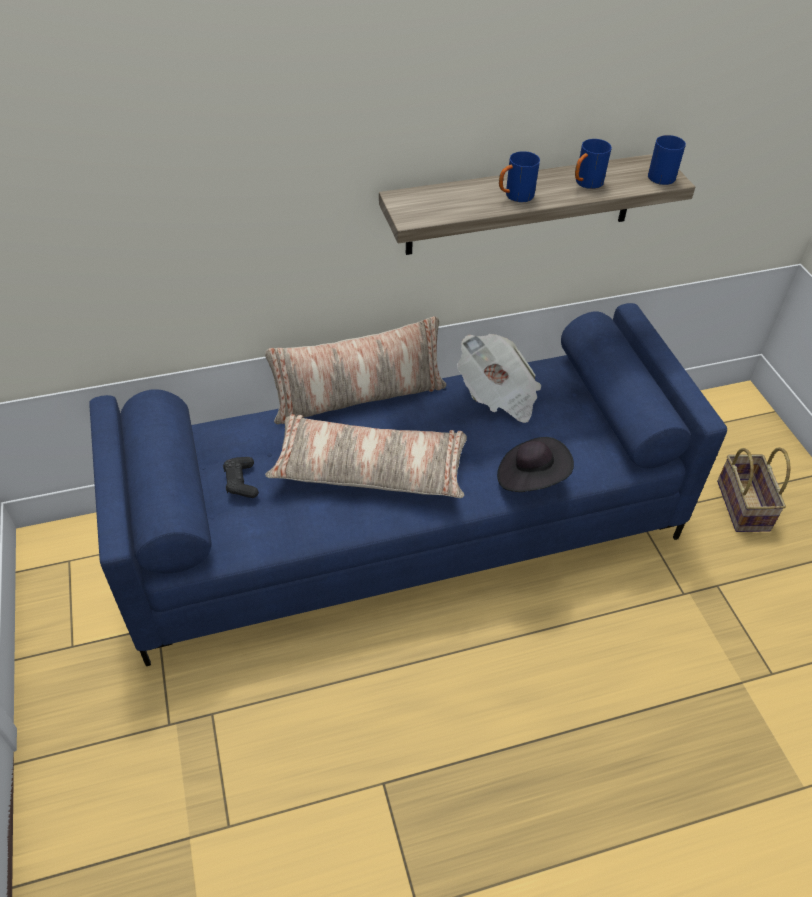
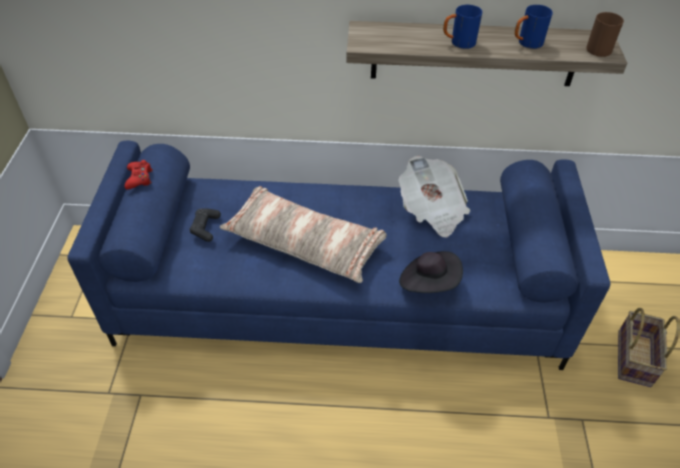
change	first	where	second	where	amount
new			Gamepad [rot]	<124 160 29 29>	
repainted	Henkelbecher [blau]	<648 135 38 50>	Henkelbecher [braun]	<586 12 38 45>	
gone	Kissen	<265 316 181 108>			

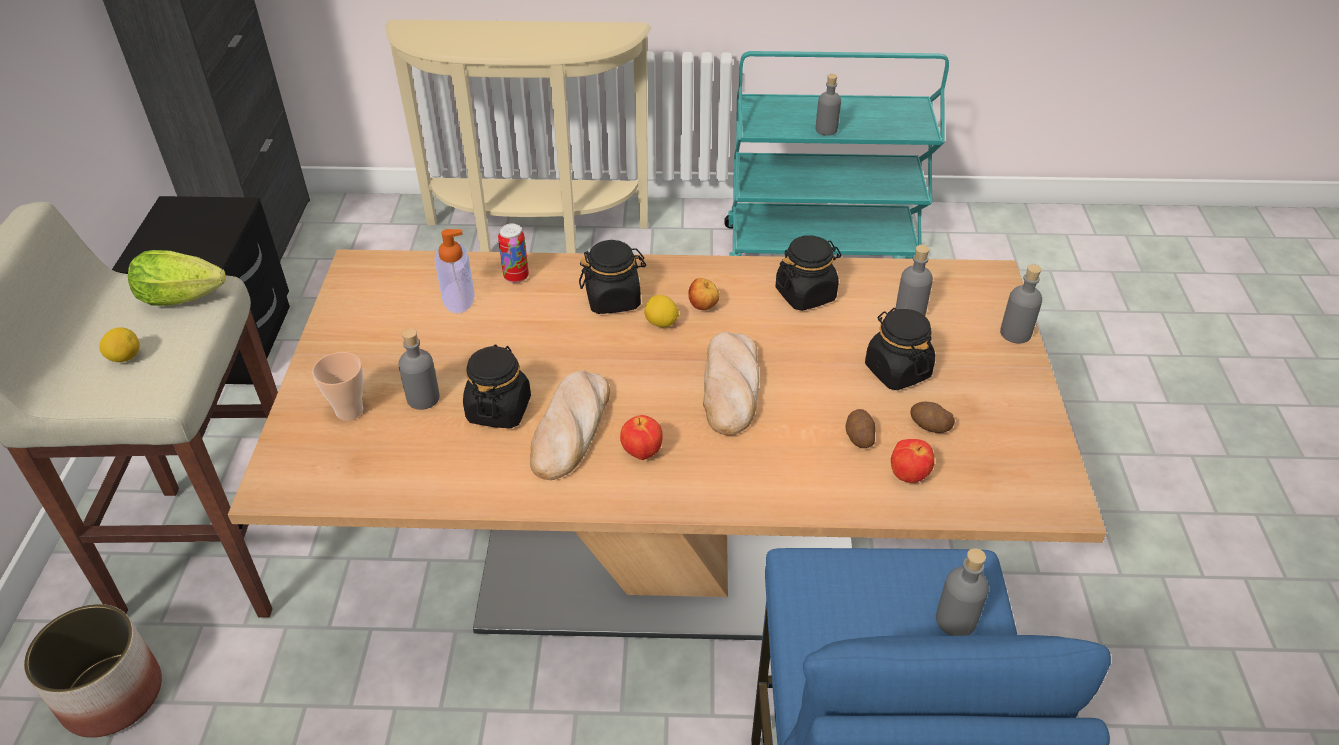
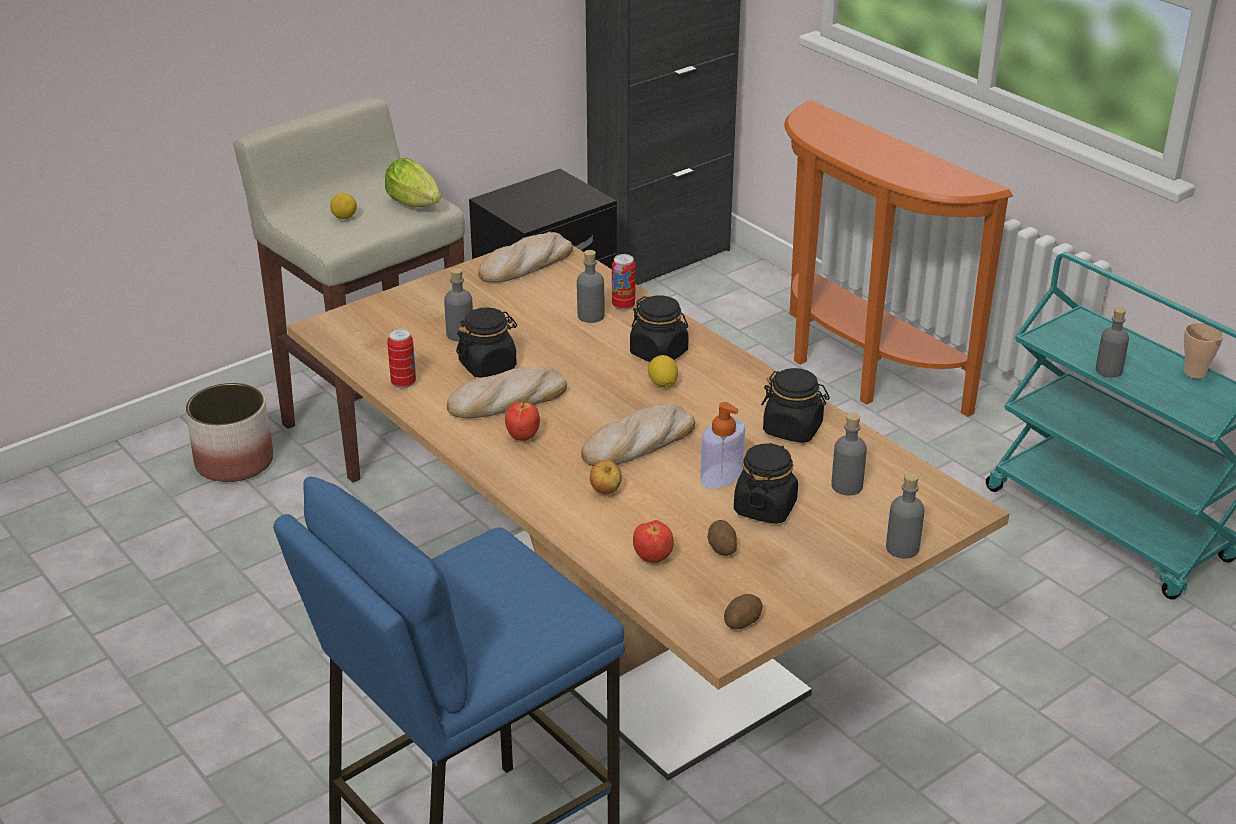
change	first	where	second	where	amount
new			Dose	<387 328 29 60>	
new			Brot	<478 232 95 51>	
shifted	Flasche [grau]	<936 548 53 88>		<577 250 28 73>	
shifted	Apfel	<688 278 32 32>		<590 460 32 34>	
shifted	Seifenspender	<435 229 40 84>		<700 402 45 87>	
shifted	Kartoffel	<845 409 31 39>		<724 594 38 35>	
repainted	Konsolentisch [beige]	<386 20 265 233>	Konsolentisch [orange]	<784 100 229 317>	
shifted	Tasse	<312 352 51 69>		<1184 323 40 55>	

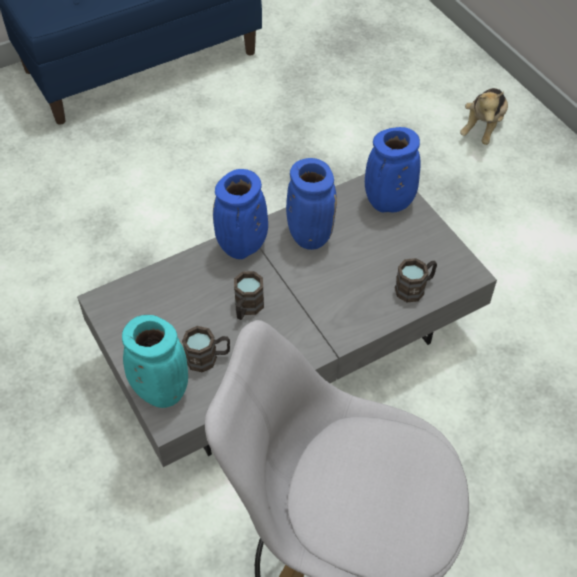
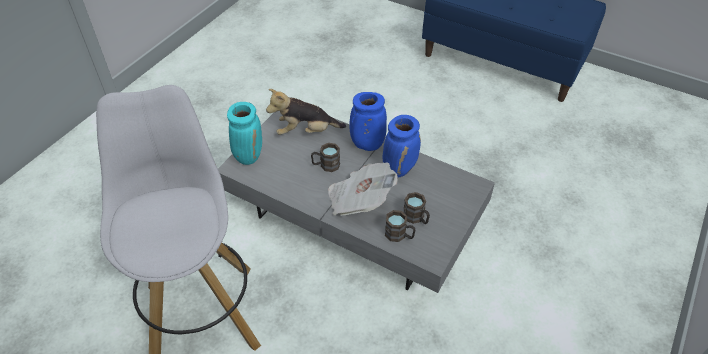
change	first	where	second	where	amount
shifted	Plüschtier	<460 88 48 57>		<266 89 80 46>	
new			Zeitung	<328 162 70 53>	
shifted	Henkelbecher [braun]	<182 326 48 47>		<404 192 26 32>	
gone	Vase [blau]	<365 127 55 86>			

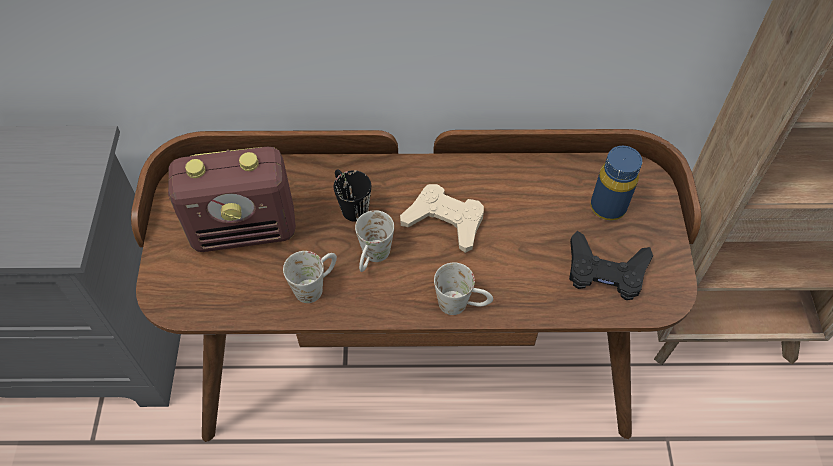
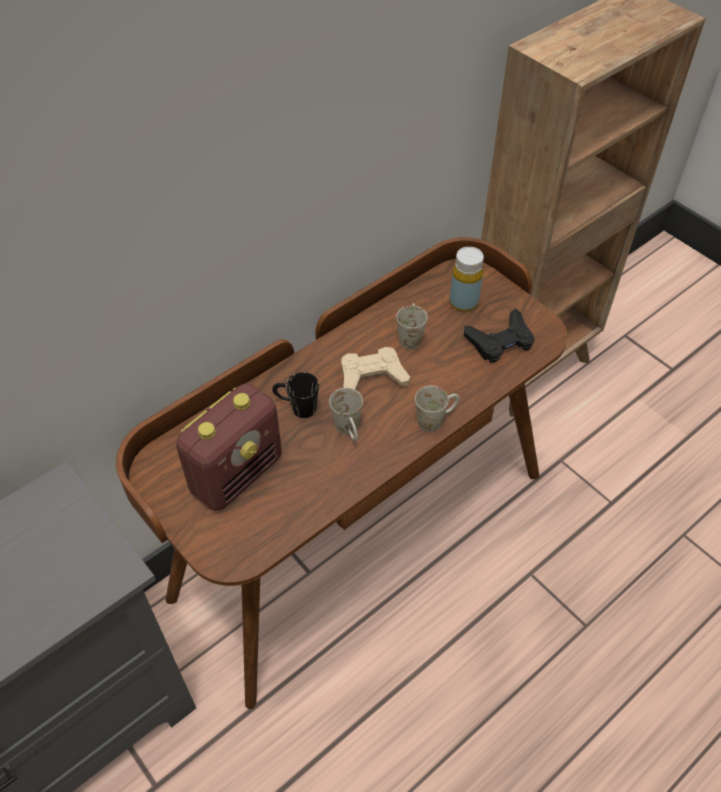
change	first	where	second	where	amount
shifted	Henkelbecher [weiß]	<283 251 54 52>		<396 303 32 46>	
repainted	Flasche [blau]	<591 146 51 75>	Flasche [gelb]	<449 247 35 65>	

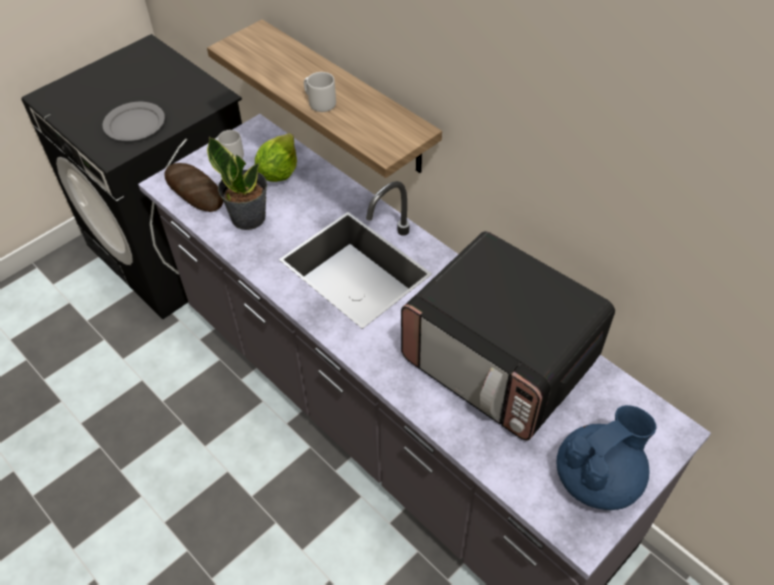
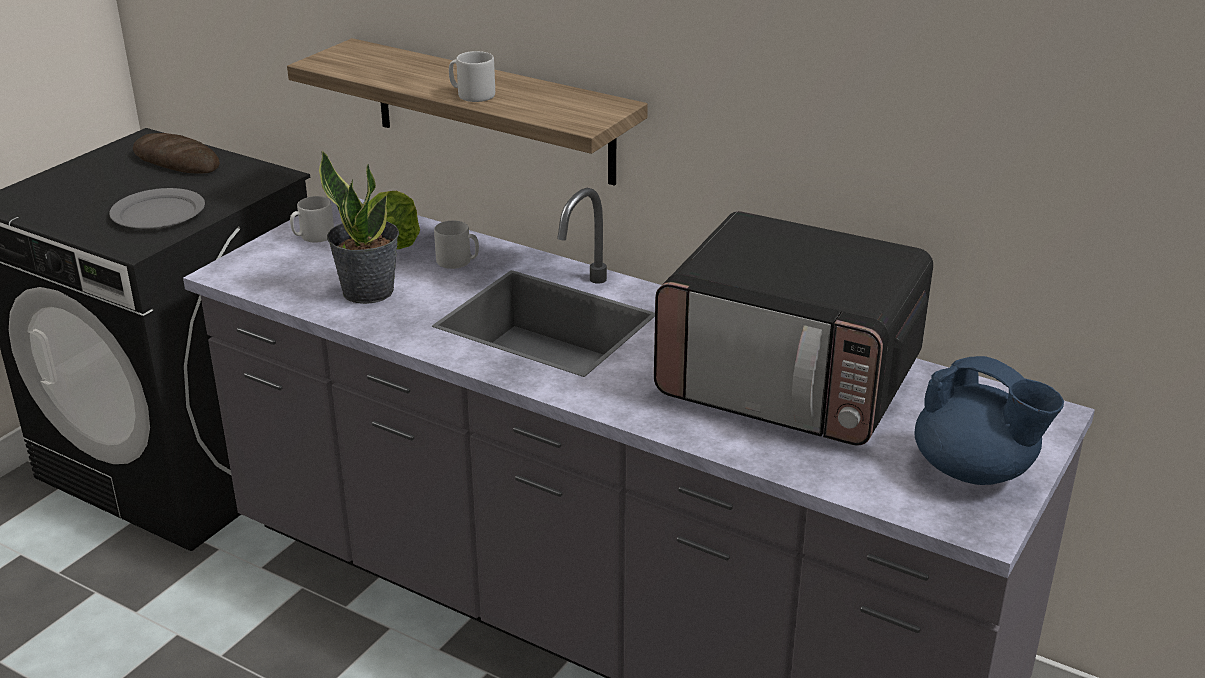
change	first	where	second	where	amount
shifted	Brot	<164 163 59 49>		<133 133 87 41>	
new			Henkelbecher [grau]	<434 221 45 48>	
rotated	Teekanne [blau]	<557 405 100 105>		<915 356 149 129>	90 degrees clockwise

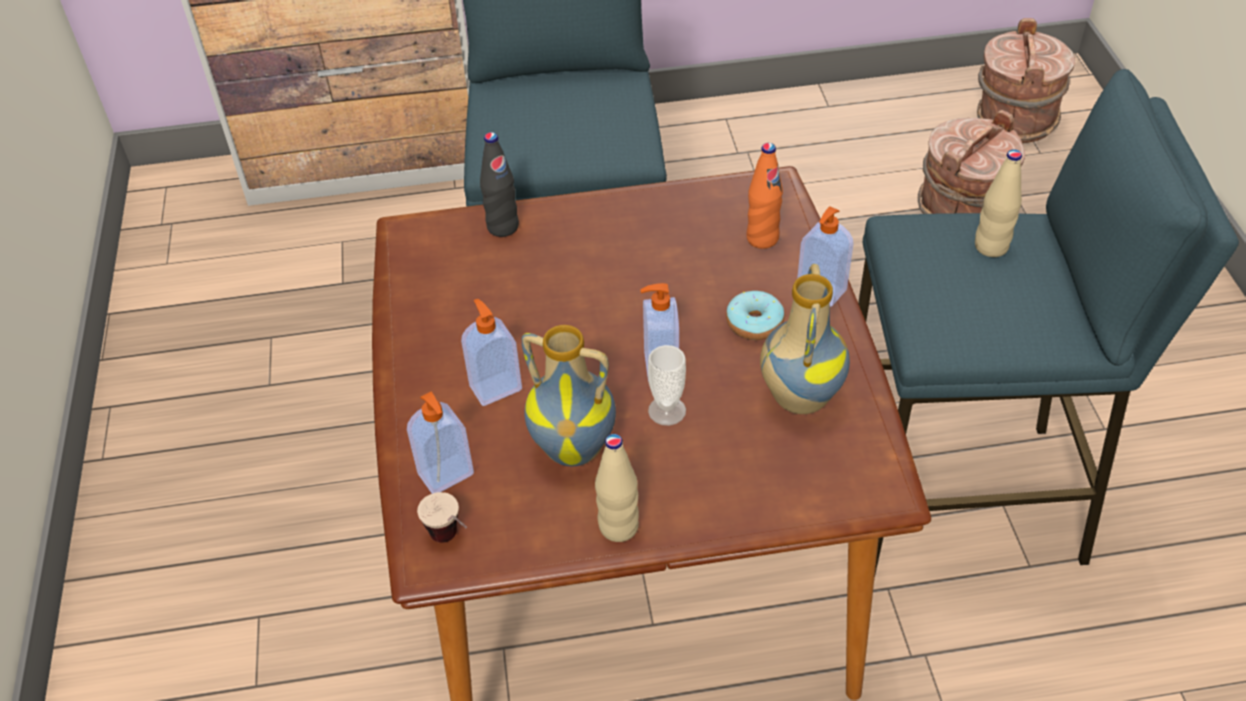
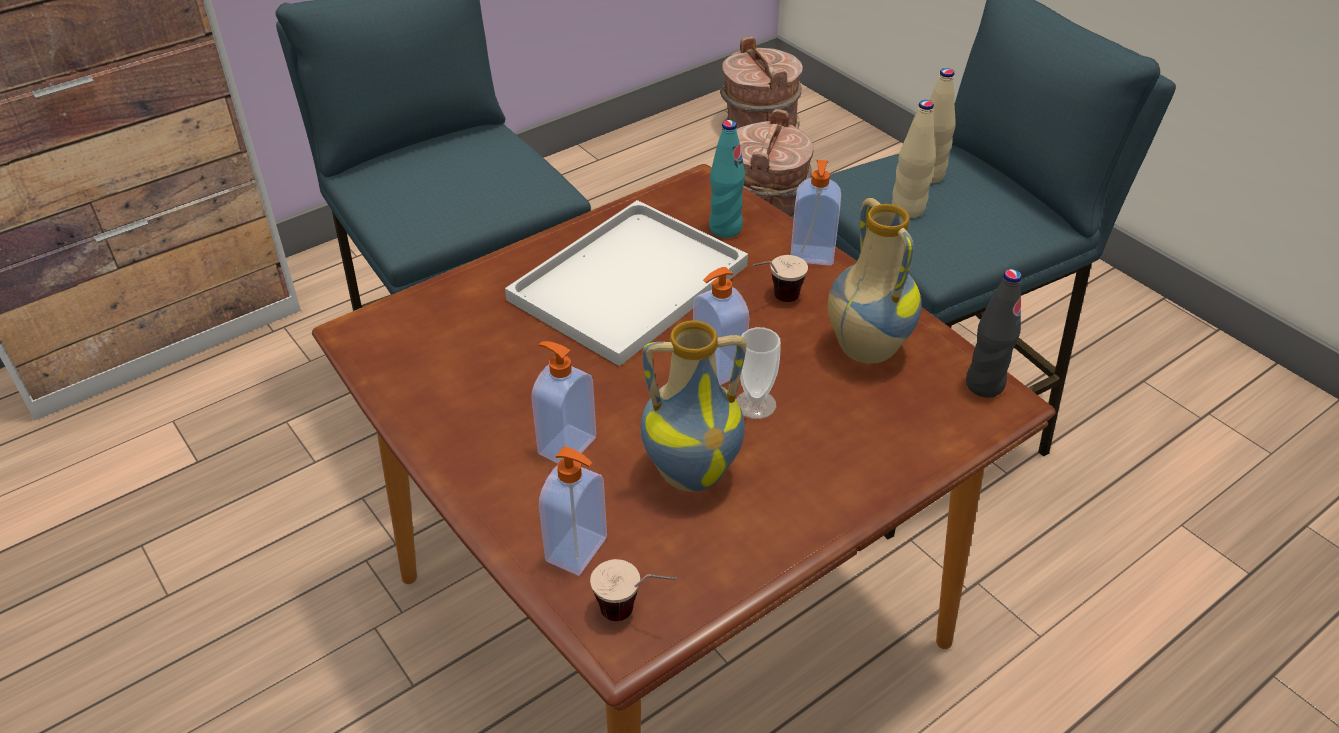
change	first	where	second	where	amount
new			Tablett [weiß]	<505 200 243 166>	
repainted	Flasche [orange]	<747 143 36 106>	Flasche [türkis]	<709 120 36 118>	
swapped	Donut	<726 291 58 49>	Tasse	<752 255 56 47>	
shifted	Flasche [beige]	<595 434 44 108>		<892 100 44 118>	
shifted	Flasche [schwarz]	<480 132 39 105>		<966 269 56 128>	

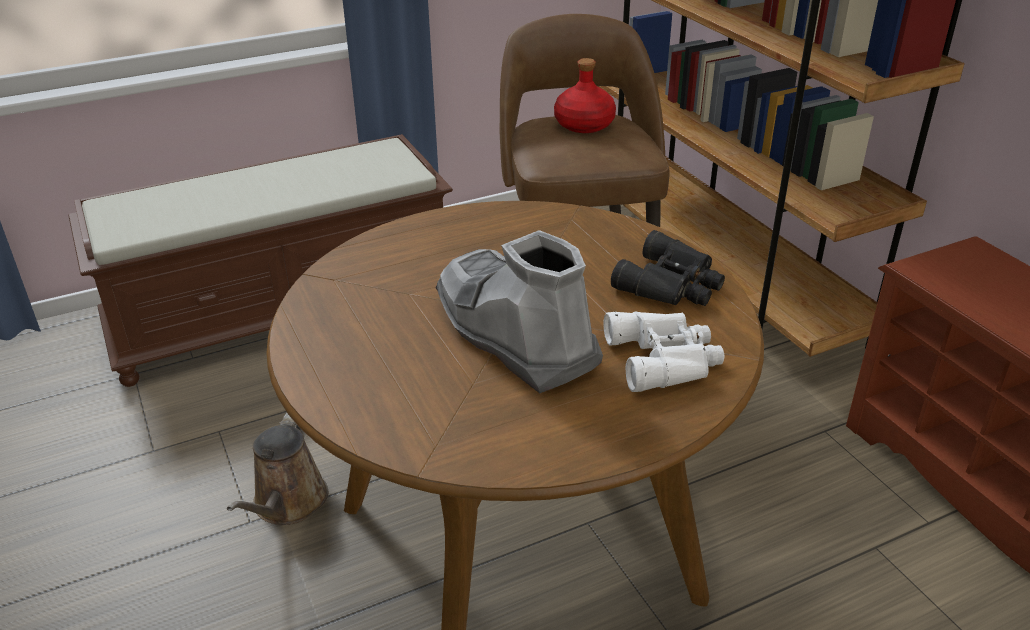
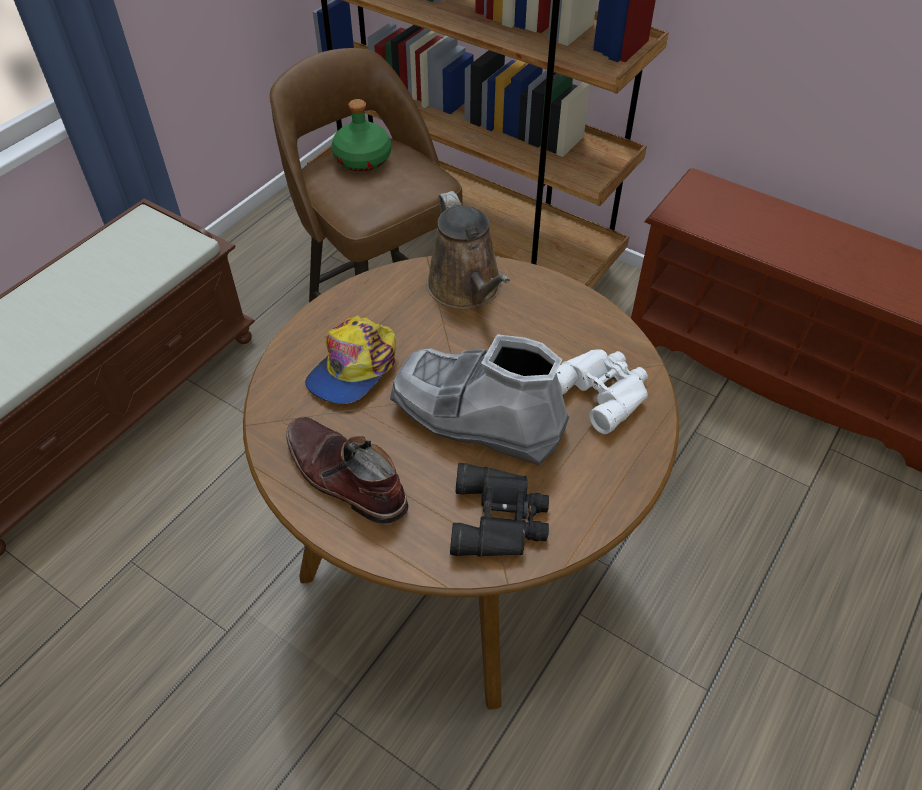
change	first	where	second	where	amount
new			Stiefel [braun]	<287 417 121 108>	
new			Kappe	<305 315 91 89>	
repainted	Flasche [rot]	<554 58 62 75>	Flasche [grün]	<331 99 60 72>	
shifted	Gießkanne [braun]	<227 413 101 112>		<427 191 83 118>	
shifted	Fernglas [schwarz]	<611 230 114 76>		<450 463 99 94>	

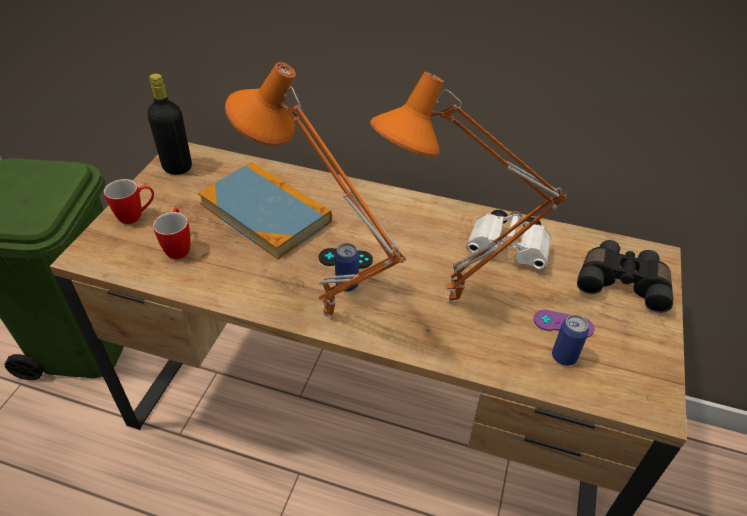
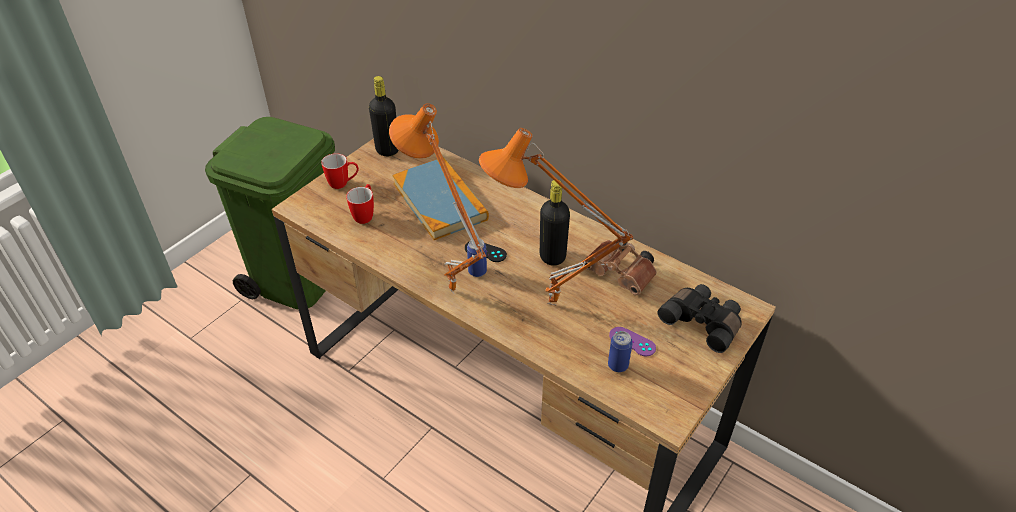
change	first	where	second	where	amount
new			Flasche [schwarz]	<540 180 30 86>	
repainted	Fernglas [weiß]	<466 210 85 59>	Fernglas [braun]	<582 240 75 55>	

